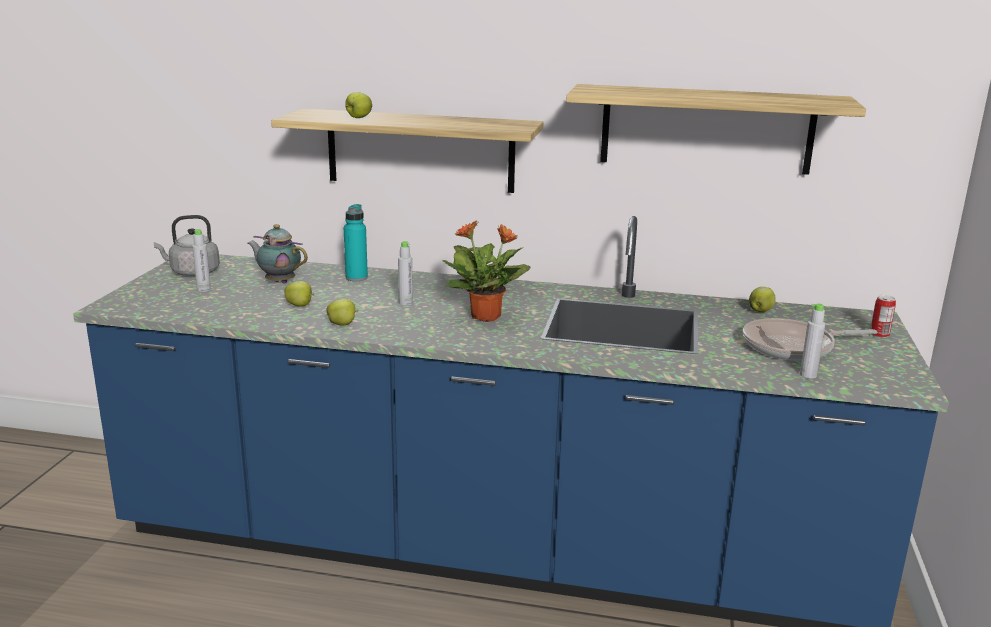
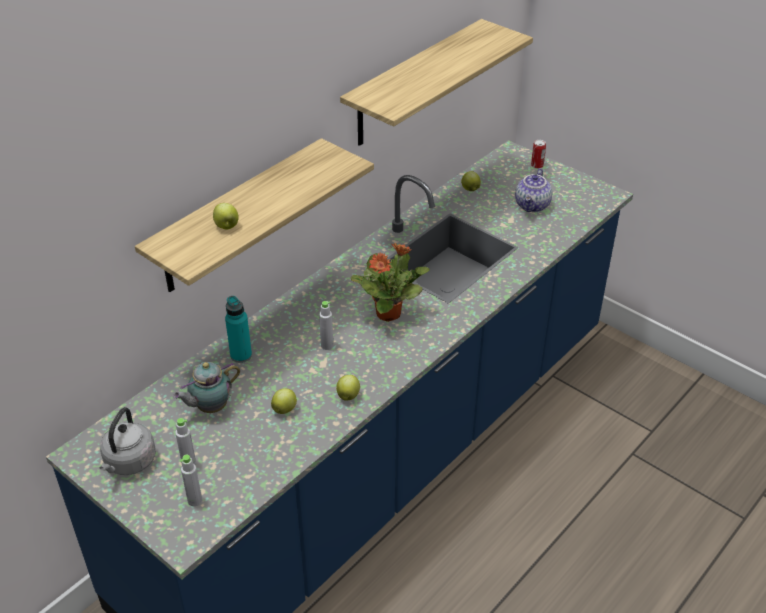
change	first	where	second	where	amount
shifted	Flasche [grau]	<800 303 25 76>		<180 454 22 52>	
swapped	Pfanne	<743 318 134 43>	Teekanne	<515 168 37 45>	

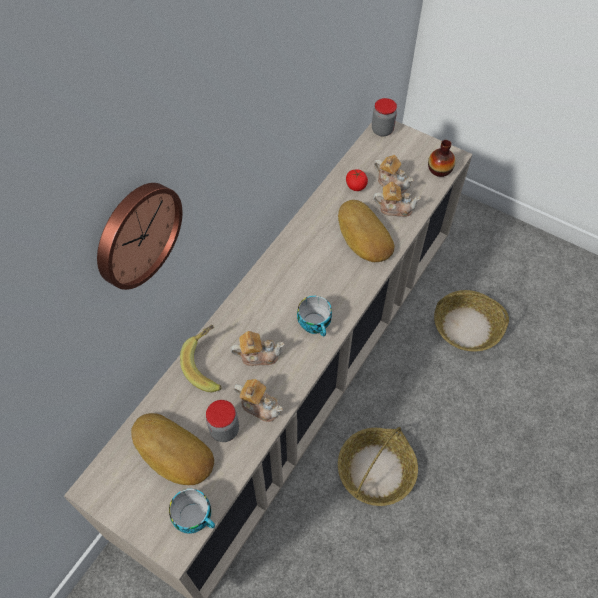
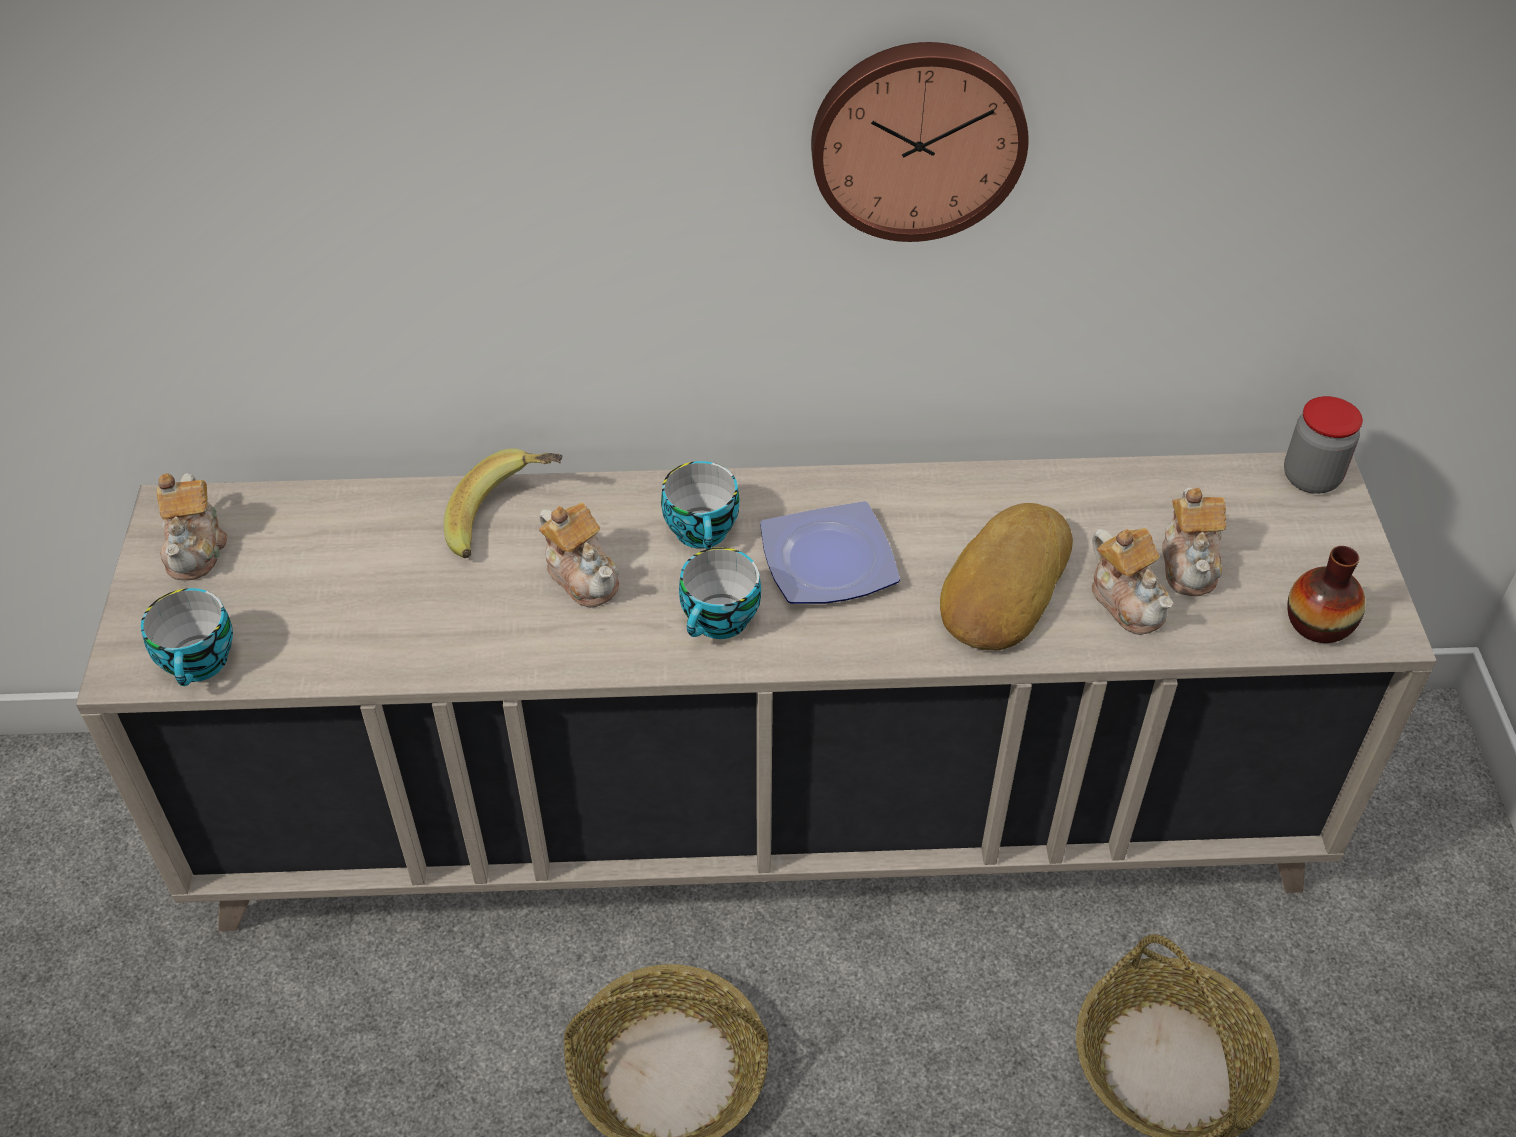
change	first	where	second	where	amount
shifted	Teekanne	<234 379 49 43>		<157 473 70 107>	
new			Tasse	<661 461 78 88>	
new			Teller	<760 501 140 103>	
shifted	Wanduhr	<97 183 85 107>		<811 42 218 200>	
gone	Brot	<131 413 83 72>			
gone	Vorratsglas	<206 400 33 42>			
gone	Tomate	<346 170 22 21>			

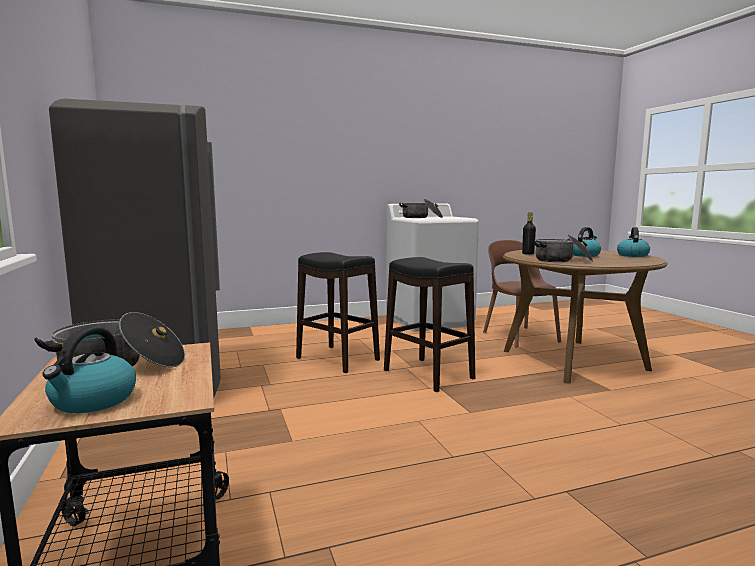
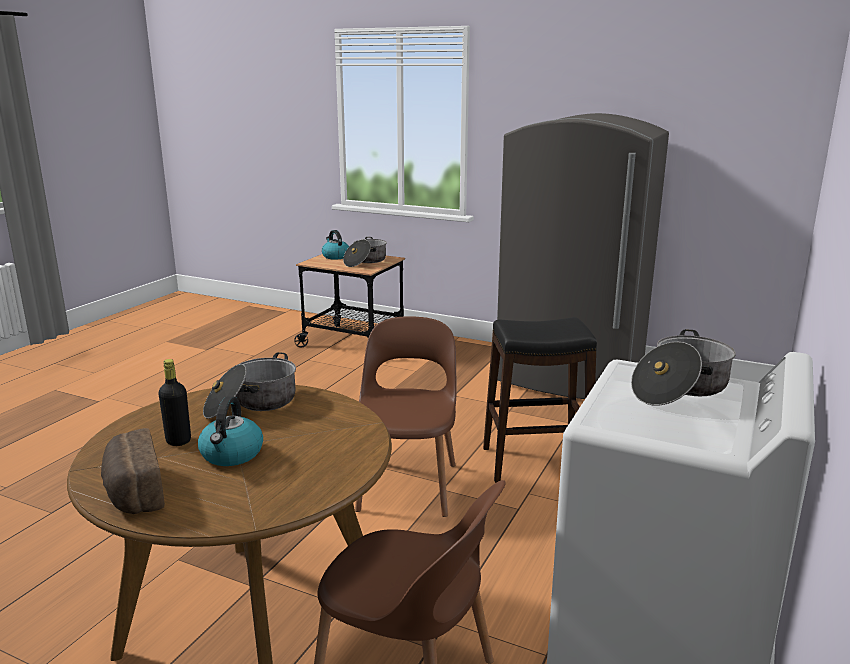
change	first	where	second	where	amount
swapped	Wasserkessel	<617 227 33 30>	Brot	<101 428 64 86>	
shifted	Flasche [schwarz]	<522 212 14 43>		<159 359 32 87>	
swapped	Hocker [schwarz]	<384 257 91 135>	Stuhl [braun]	<355 316 102 201>	

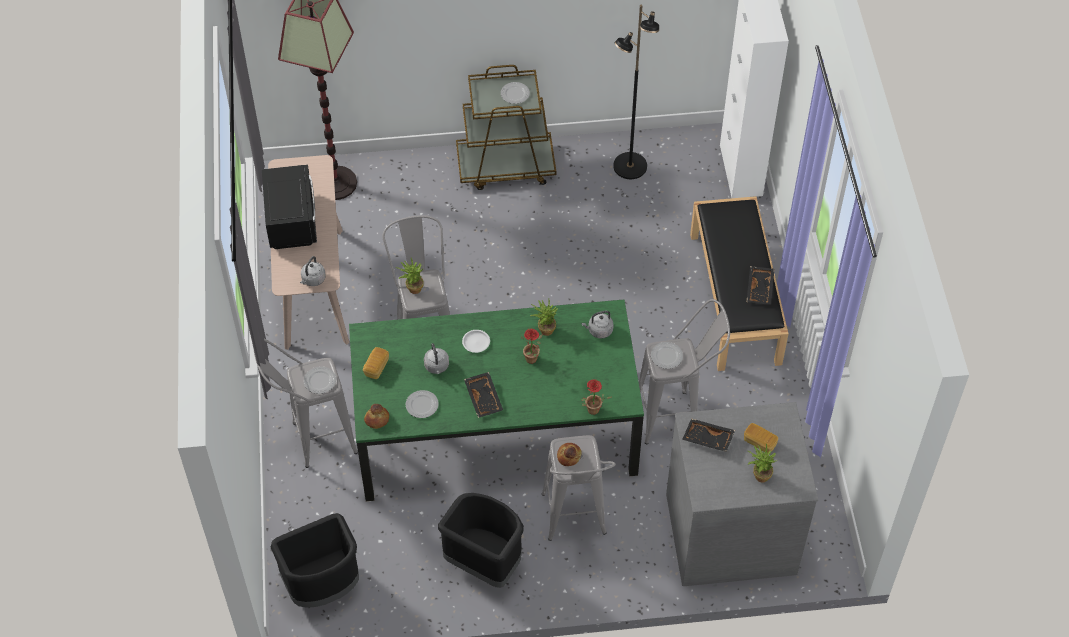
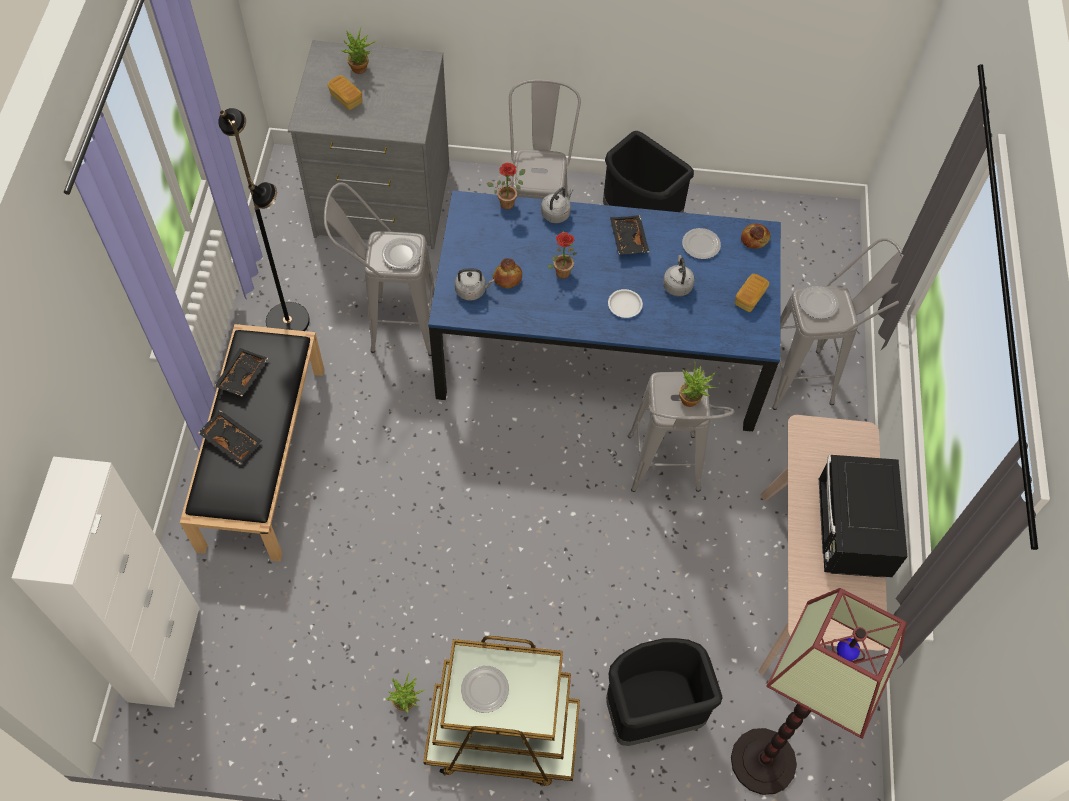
change	first	where	second	where	amount
shifted	Tablett [schwarz]	<682 419 53 33>		<198 410 64 55>	
shifted	Stehlampe [schwarz]	<613 5 46 174>		<218 108 92 223>	
shifted	Topfpflanze	<530 300 28 36>		<385 672 40 41>	
repainted	Esstisch [grün]	<349 300 295 201>	Esstisch [blau]	<428 190 353 242>	
shifted	Brot	<557 443 25 23>		<493 258 29 31>	
shifted	Wasserkessel [grau]	<300 256 26 30>		<541 187 32 36>	
shifted	Mülleimer [schwarz]	<270 513 89 95>		<606 638 117 108>	

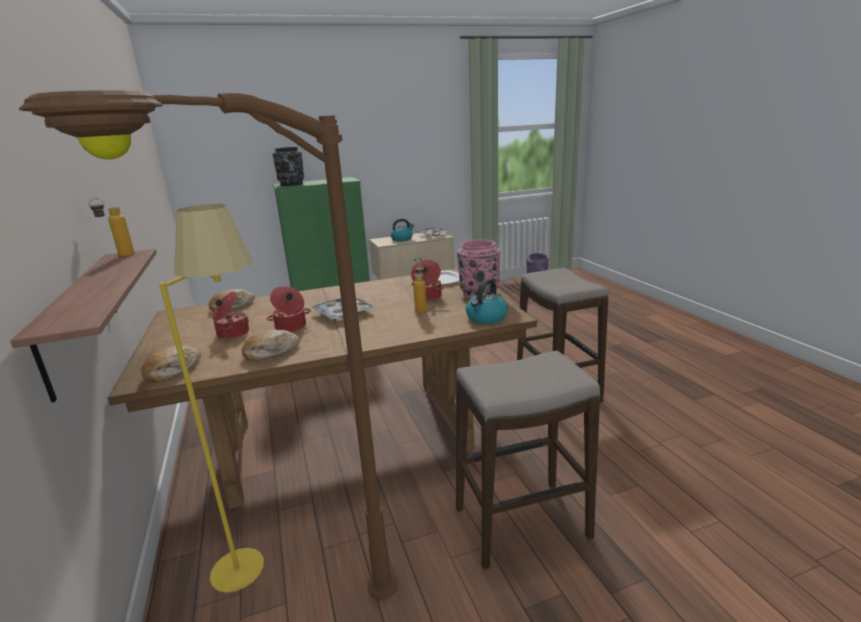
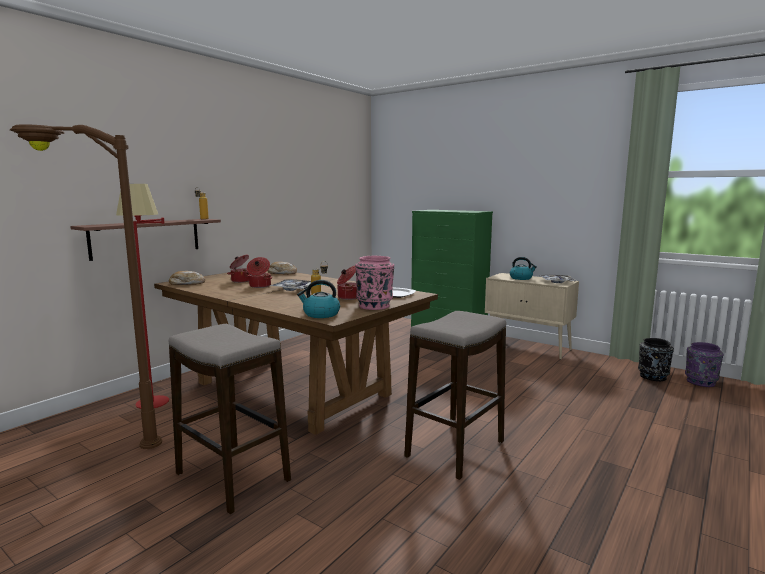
change	first	where	second	where	amount
repainted	Stehlampe [gelb]	<159 204 105 389>	Stehlampe [rot]	<116 184 53 225>	
shifted	Vase [schwarz]	<272 147 32 39>		<638 338 36 43>	
gone	Brot	<242 330 58 31>			

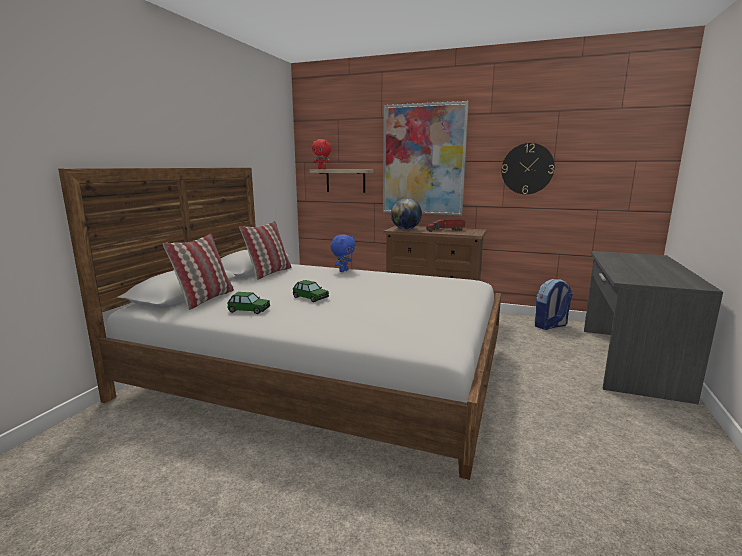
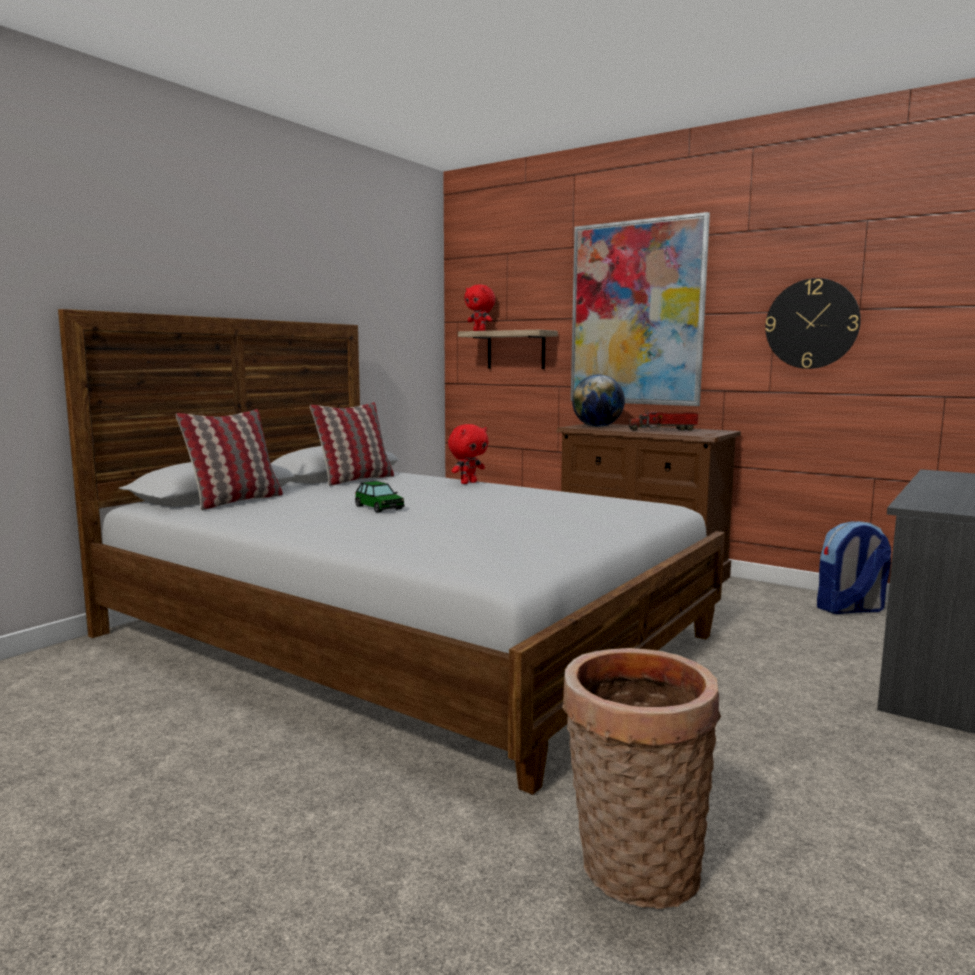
change	first	where	second	where	amount
repainted	Plüschtier [blau]	<330 235 25 37>	Plüschtier [rot]	<448 424 41 60>	
new			Korb	<562 648 159 261>	
gone	Spielzeugauto	<227 292 43 22>			

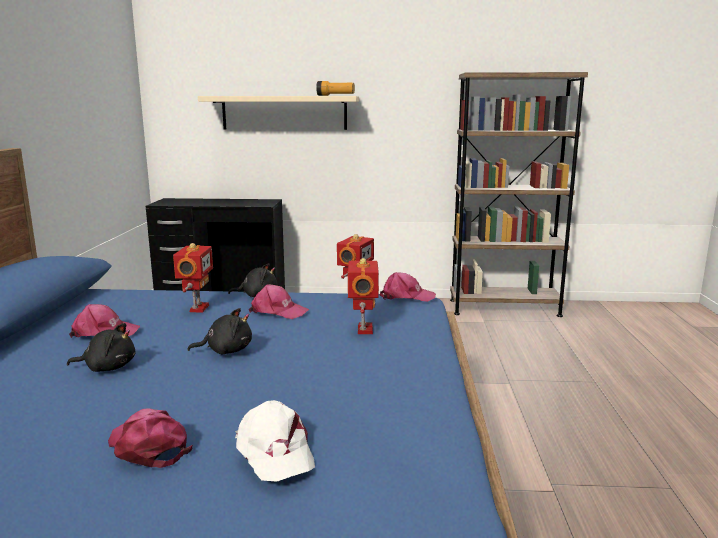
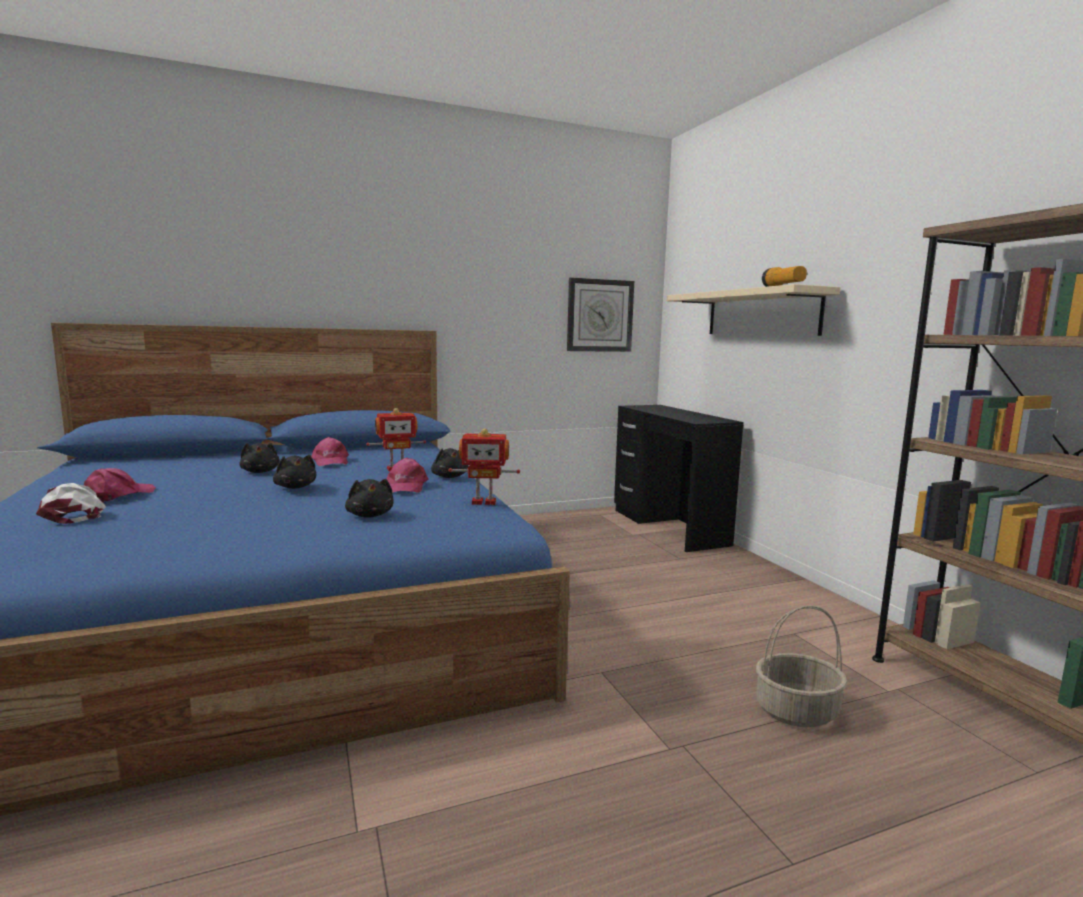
change	first	where	second	where	amount
rotated	Kappe [weiß]	<235 400 80 82>		<36 483 70 41>	105 degrees clockwise
swapped	Spielzeugroboter	<348 258 31 76>	Plüschtier [schwarz]	<345 479 49 39>	
new			Wanduhr	<567 278 67 74>	
new			Korb	<756 605 91 122>	
gone	Kappe [rosa]	<380 272 56 30>			

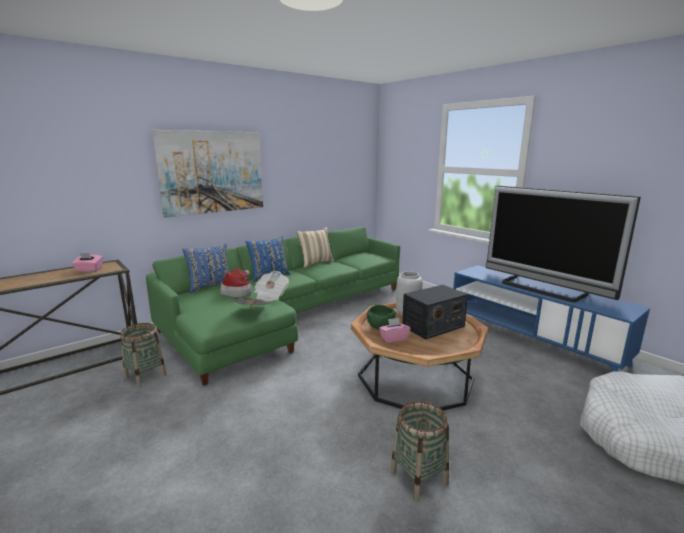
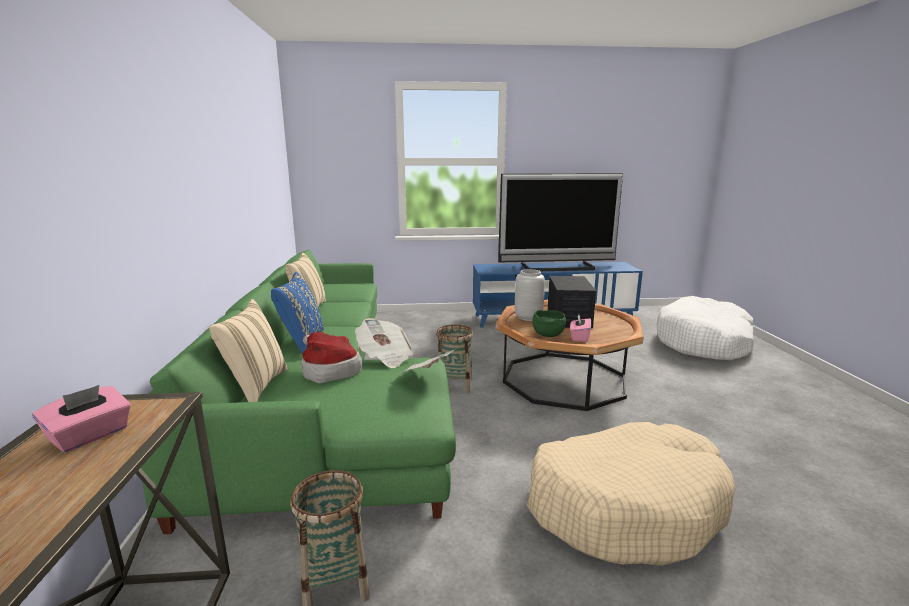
change	first	where	second	where	amount
repainted	Kissen [blau]	<182 243 47 50>	Kissen [beige]	<209 299 79 103>	
shifted	Korb	<390 401 59 101>		<436 325 37 68>	
new			Hundebett [beige]	<527 422 209 144>	
gone	Bild	<152 130 111 87>			

